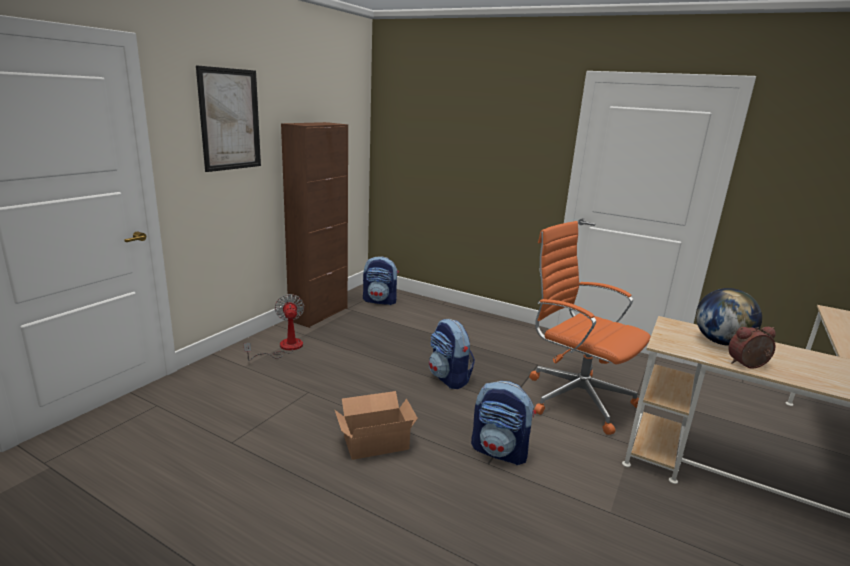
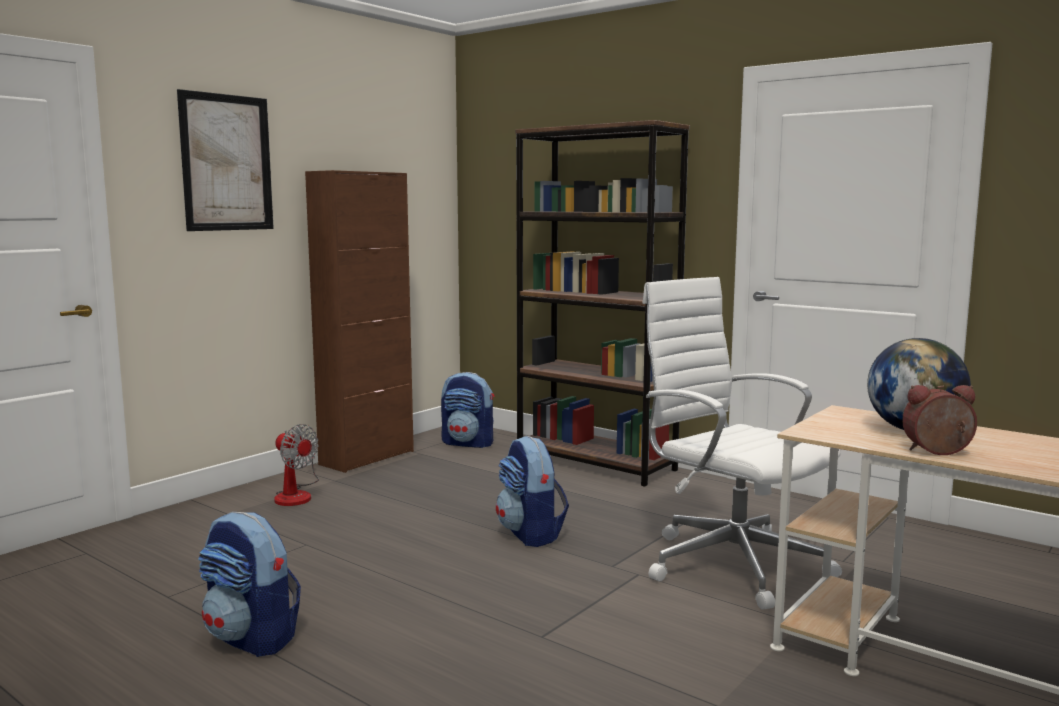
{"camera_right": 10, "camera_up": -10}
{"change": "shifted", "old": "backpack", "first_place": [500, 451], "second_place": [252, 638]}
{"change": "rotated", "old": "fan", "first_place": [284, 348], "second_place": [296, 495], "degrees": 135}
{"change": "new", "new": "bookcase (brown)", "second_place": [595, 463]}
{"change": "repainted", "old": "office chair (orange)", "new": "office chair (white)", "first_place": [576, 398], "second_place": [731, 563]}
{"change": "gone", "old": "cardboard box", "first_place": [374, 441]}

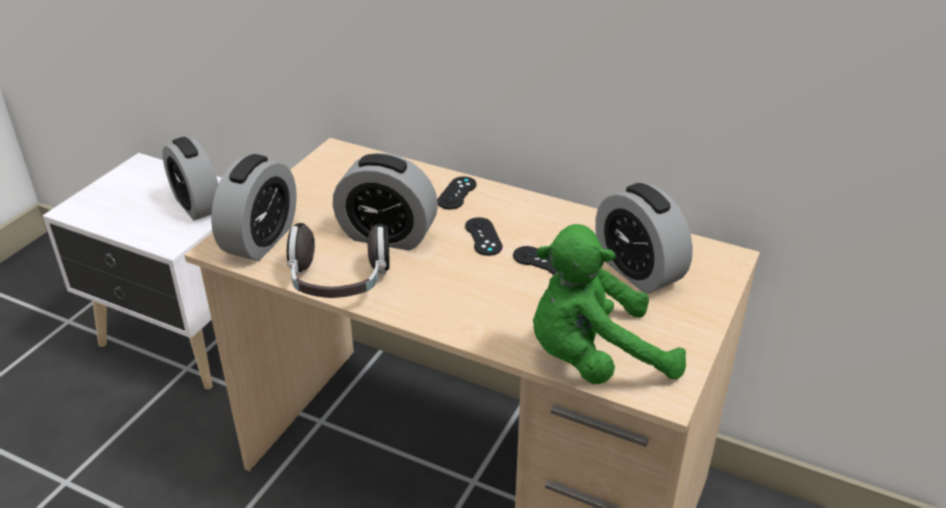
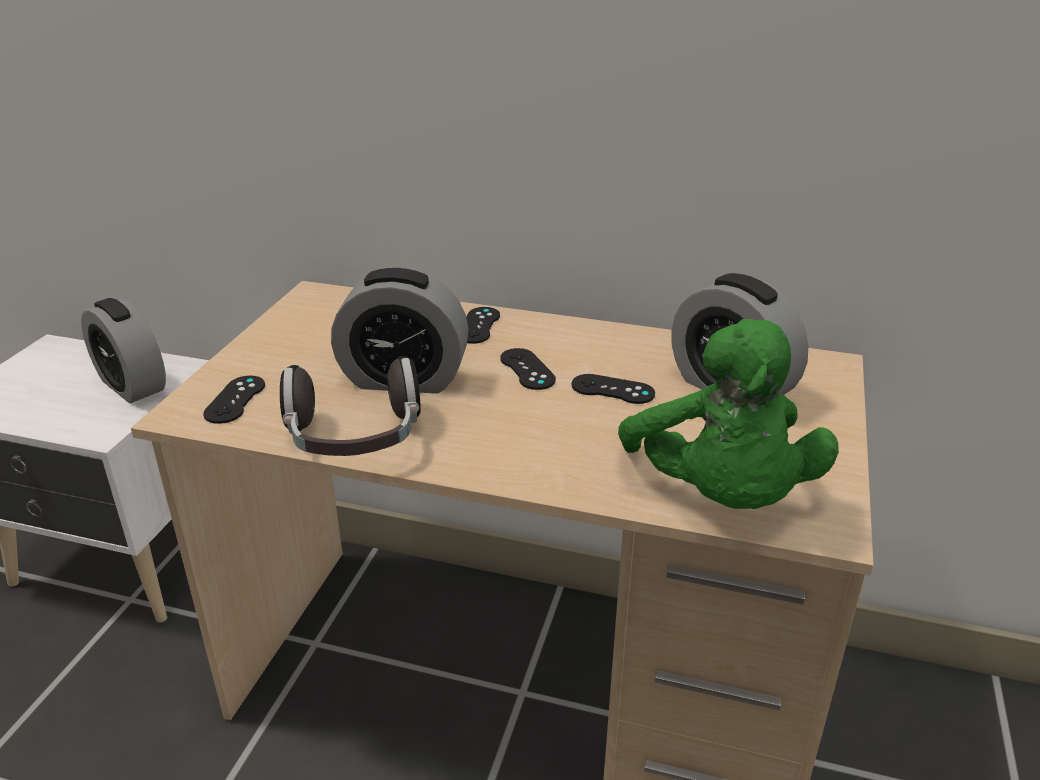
{"camera_right": -10, "camera_up": -5}
{"change": "swapped", "old": "alarm clock", "new": "game controller (black)", "first_place": [260, 240], "second_place": [235, 400]}
{"change": "rotated", "old": "plush toy (green)", "first_place": [593, 359], "second_place": [720, 496], "degrees": -75}

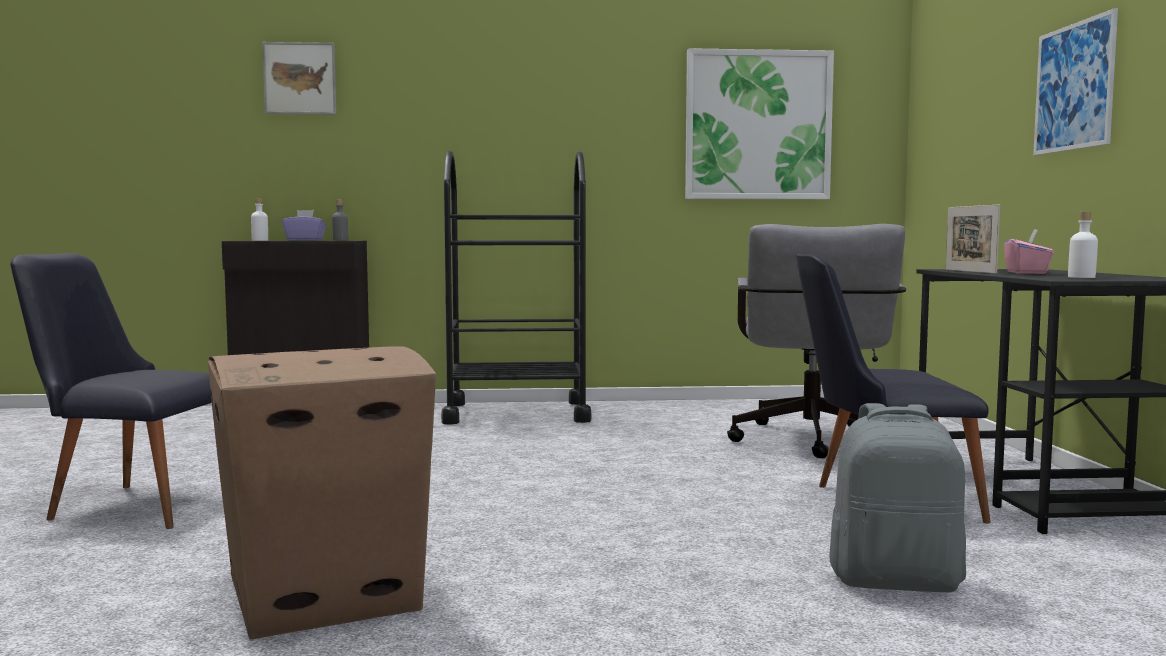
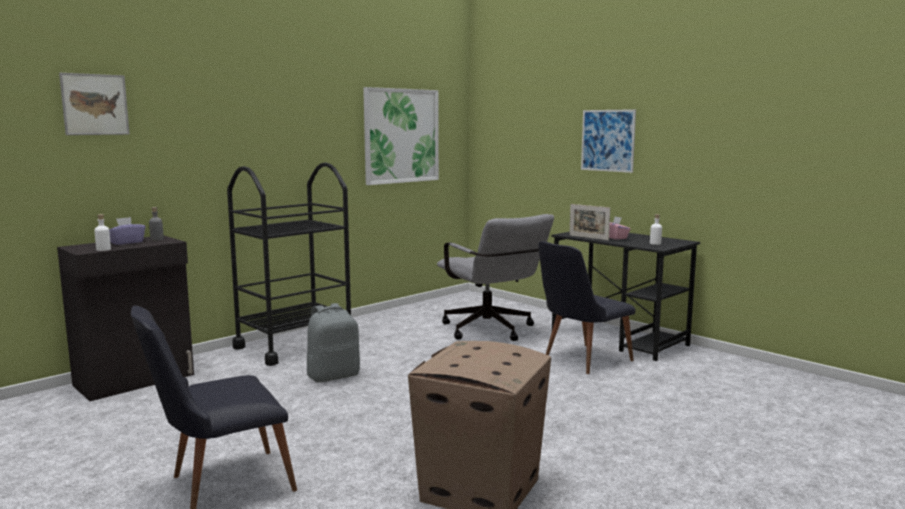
{"camera_right": -40, "camera_up": 5}
{"change": "shifted", "old": "backpack (grey)", "first_place": [896, 581], "second_place": [333, 376]}

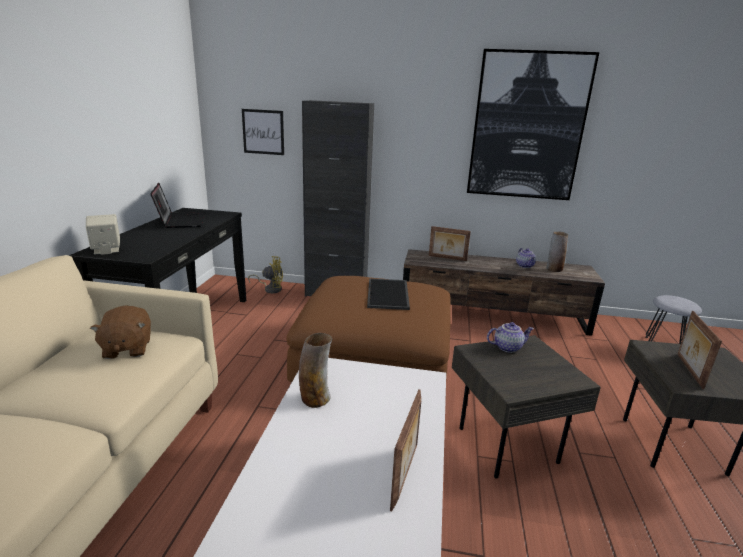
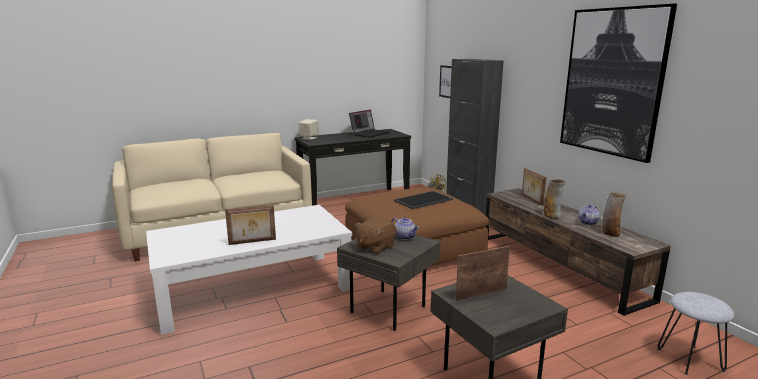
{"camera_right": 55, "camera_up": -5}
{"change": "shifted", "old": "plush toy (brown)", "first_place": [127, 349], "second_place": [375, 247]}
{"change": "shifted", "old": "vase", "first_place": [315, 398], "second_place": [552, 216]}

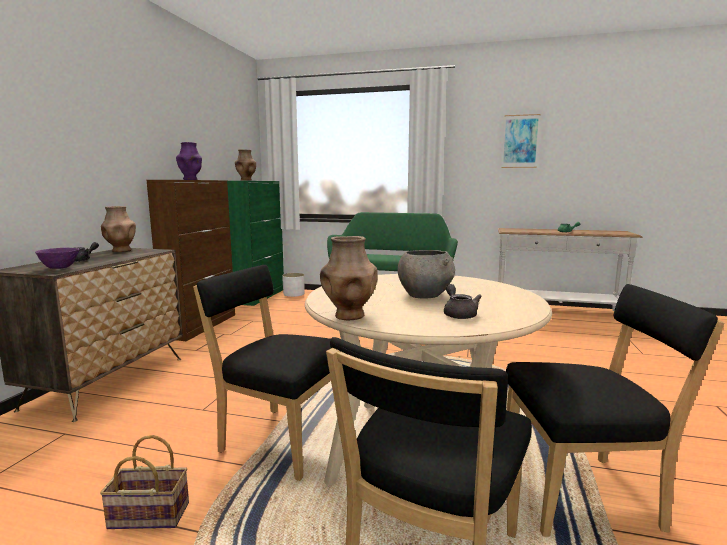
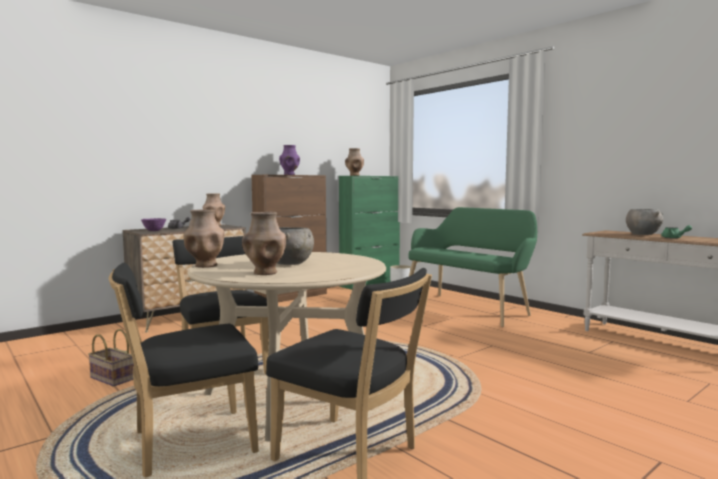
{"camera_right": 35, "camera_up": -5}
{"change": "swapped", "old": "teapot (grey)", "new": "vase (brown)", "first_place": [459, 314], "second_place": [265, 273]}
{"change": "new", "new": "bowl (grey)", "second_place": [643, 234]}
{"change": "gone", "old": "picture", "first_place": [520, 141]}

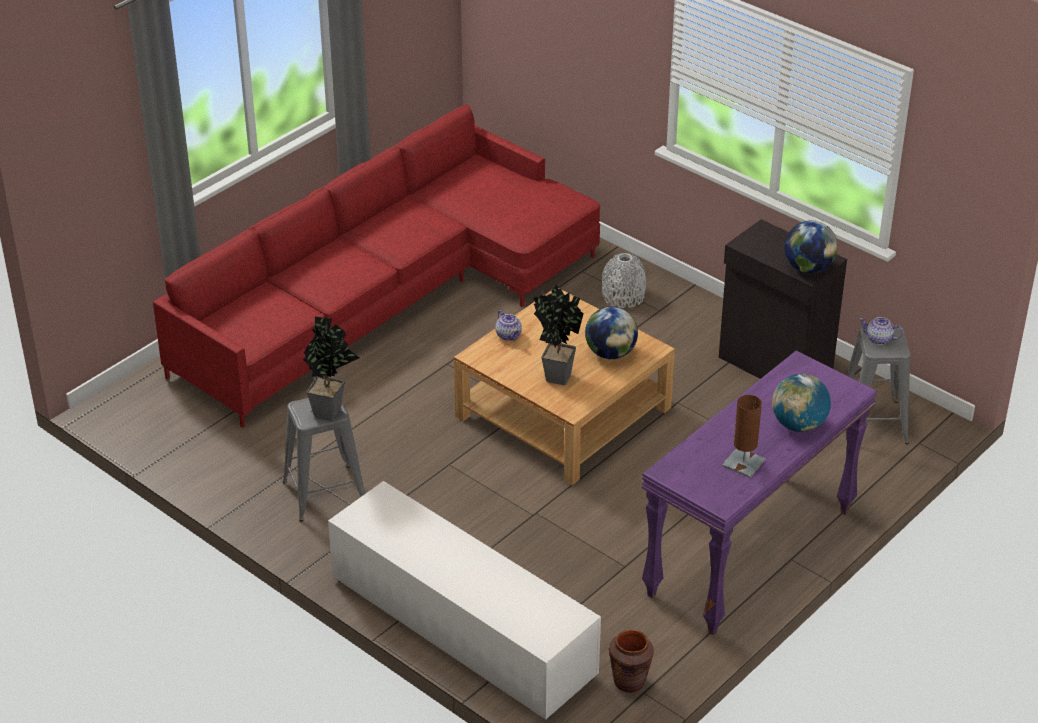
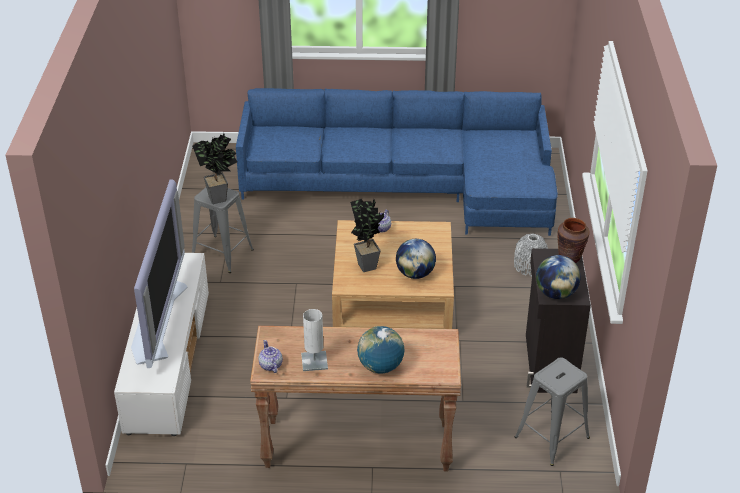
{"camera_right": 50, "camera_up": 0}
{"change": "new", "new": "television", "second_place": [158, 319]}
{"change": "repainted", "old": "sofa (red)", "new": "sofa (blue)", "first_place": [389, 297], "second_place": [409, 185]}
{"change": "repainted", "old": "console table (purple)", "new": "console table (brown)", "first_place": [751, 554], "second_place": [356, 446]}
{"change": "shifted", "old": "teapot", "first_place": [879, 339], "second_place": [270, 365]}
{"change": "repainted", "old": "table lamp (brown)", "new": "table lamp (white)", "first_place": [743, 463], "second_place": [314, 361]}
{"change": "shifted", "old": "vase (brown)", "first_place": [629, 681], "second_place": [569, 257]}

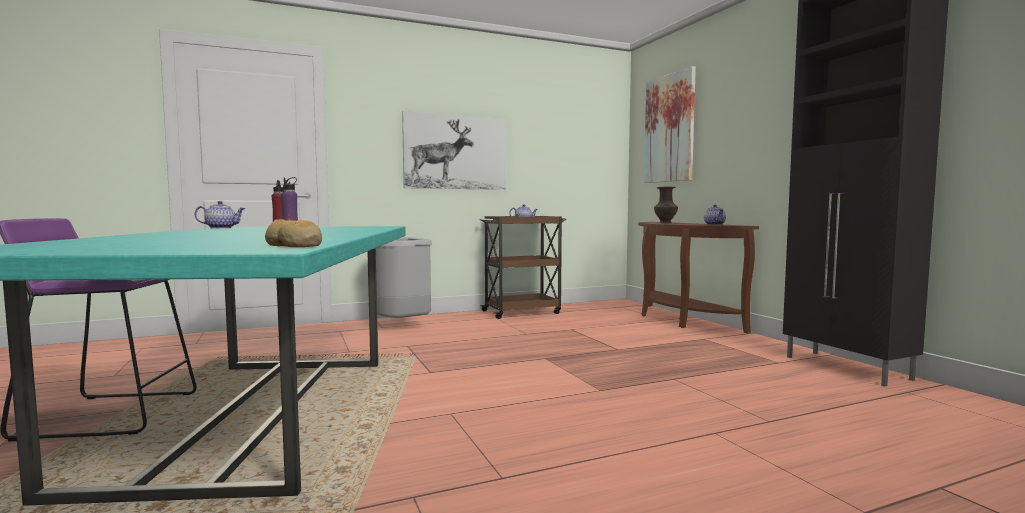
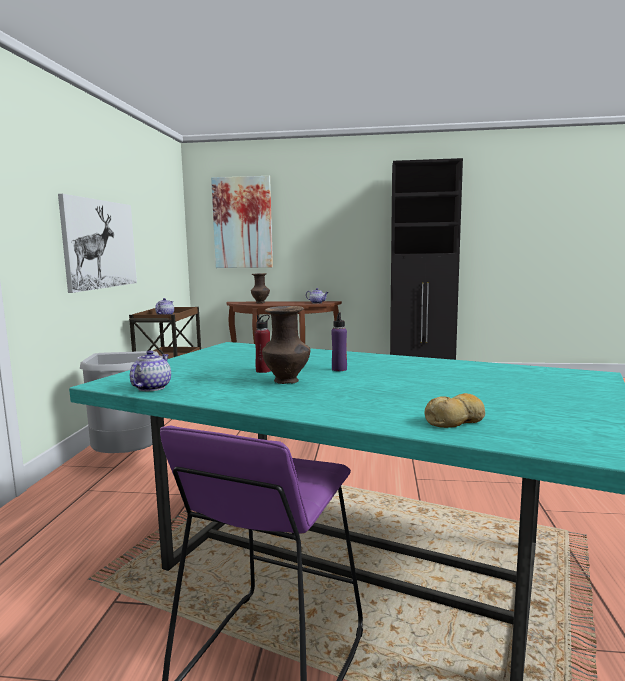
{"camera_right": -60, "camera_up": 5}
{"change": "new", "new": "vase (brown)", "second_place": [287, 381]}
{"change": "shifted", "old": "bread", "first_place": [294, 245], "second_place": [456, 420]}

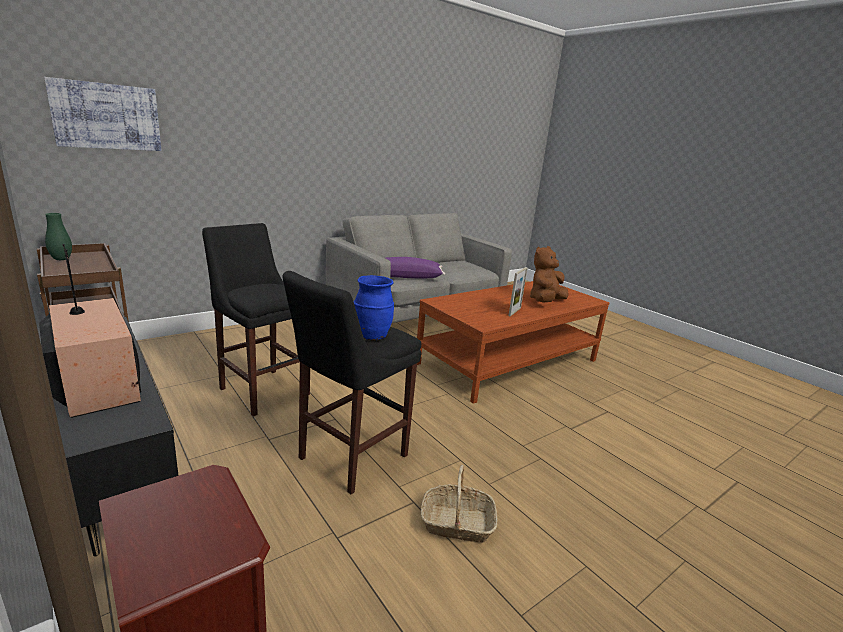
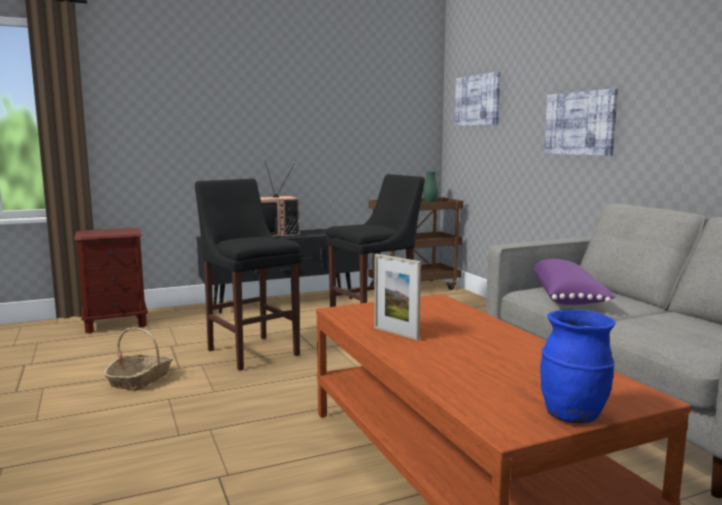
{"camera_right": 105, "camera_up": -10}
{"change": "shifted", "old": "vase (blue)", "first_place": [372, 336], "second_place": [573, 415]}
{"change": "new", "new": "picture", "second_place": [579, 123]}
{"change": "gone", "old": "plush toy (brown)", "first_place": [545, 301]}

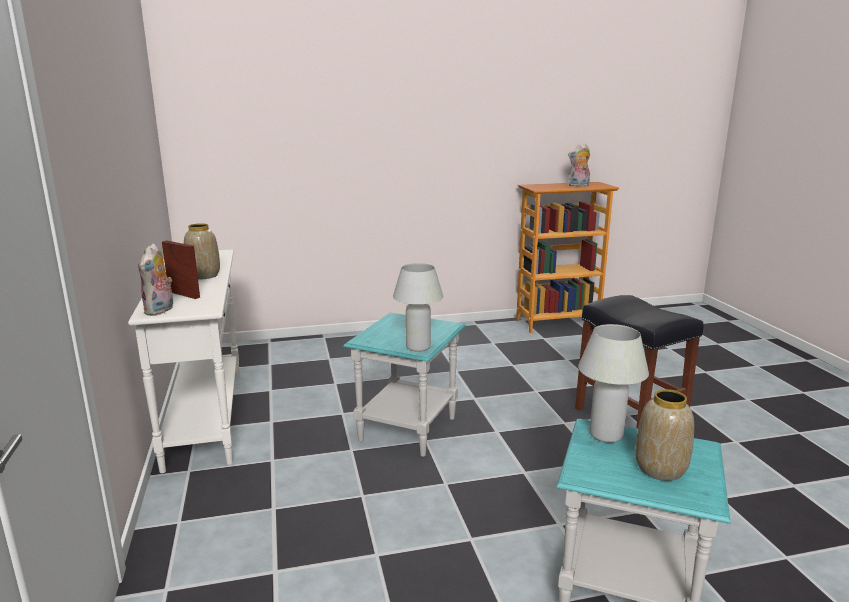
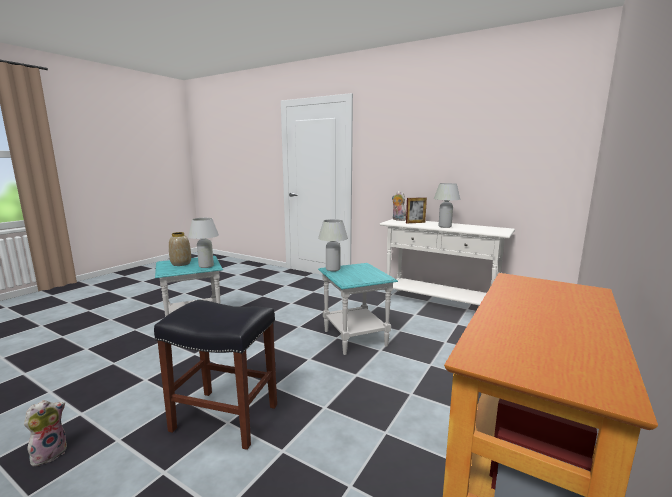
{"camera_right": 135, "camera_up": -5}
{"change": "shifted", "old": "plush toy", "first_place": [578, 186], "second_place": [50, 453]}
{"change": "swapped", "old": "vase", "new": "table lamp (white)", "first_place": [204, 275], "second_place": [444, 226]}

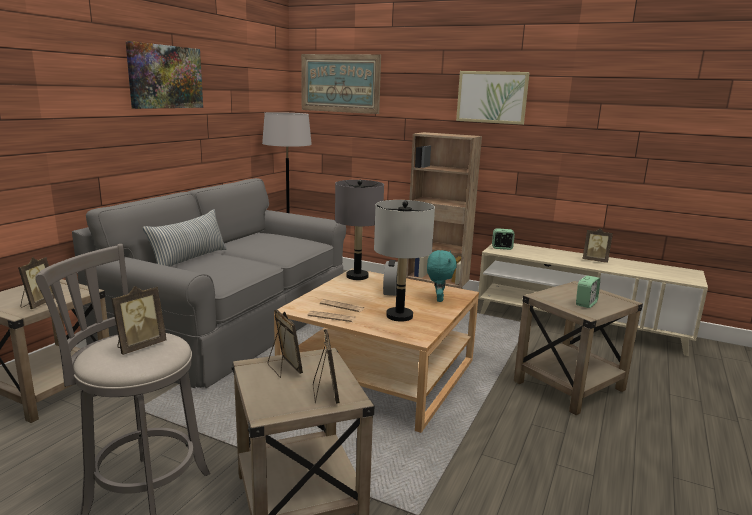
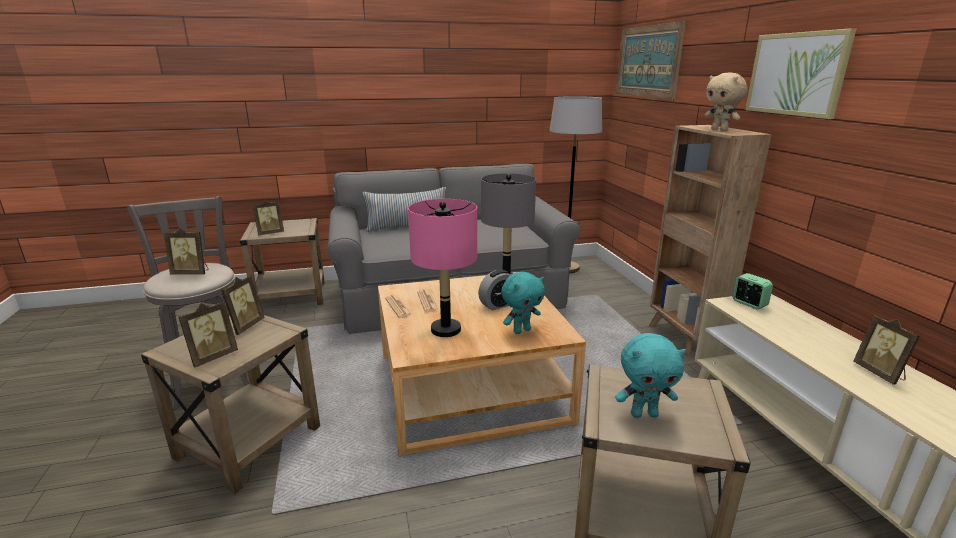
{"camera_right": 50, "camera_up": 5}
{"change": "repainted", "old": "table lamp (grey)", "new": "table lamp (pink)", "first_place": [399, 316], "second_place": [445, 329]}
{"change": "swapped", "old": "alarm clock", "new": "plush toy (turquoise)", "first_place": [586, 304], "second_place": [644, 414]}
{"change": "new", "new": "plush toy (beige)", "second_place": [720, 129]}
{"change": "gone", "old": "picture", "first_place": [165, 77]}

